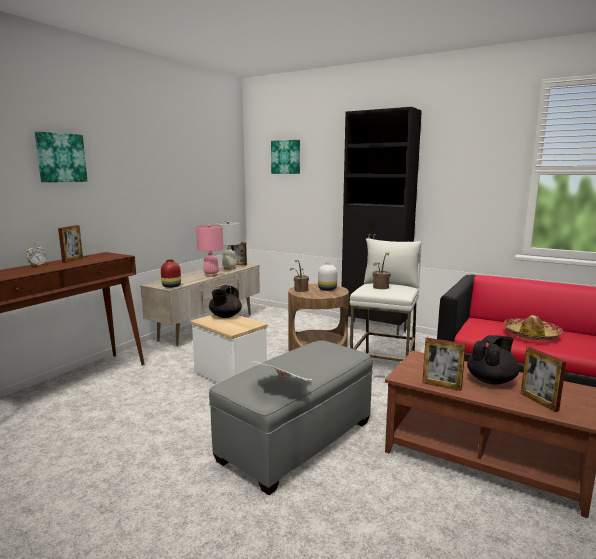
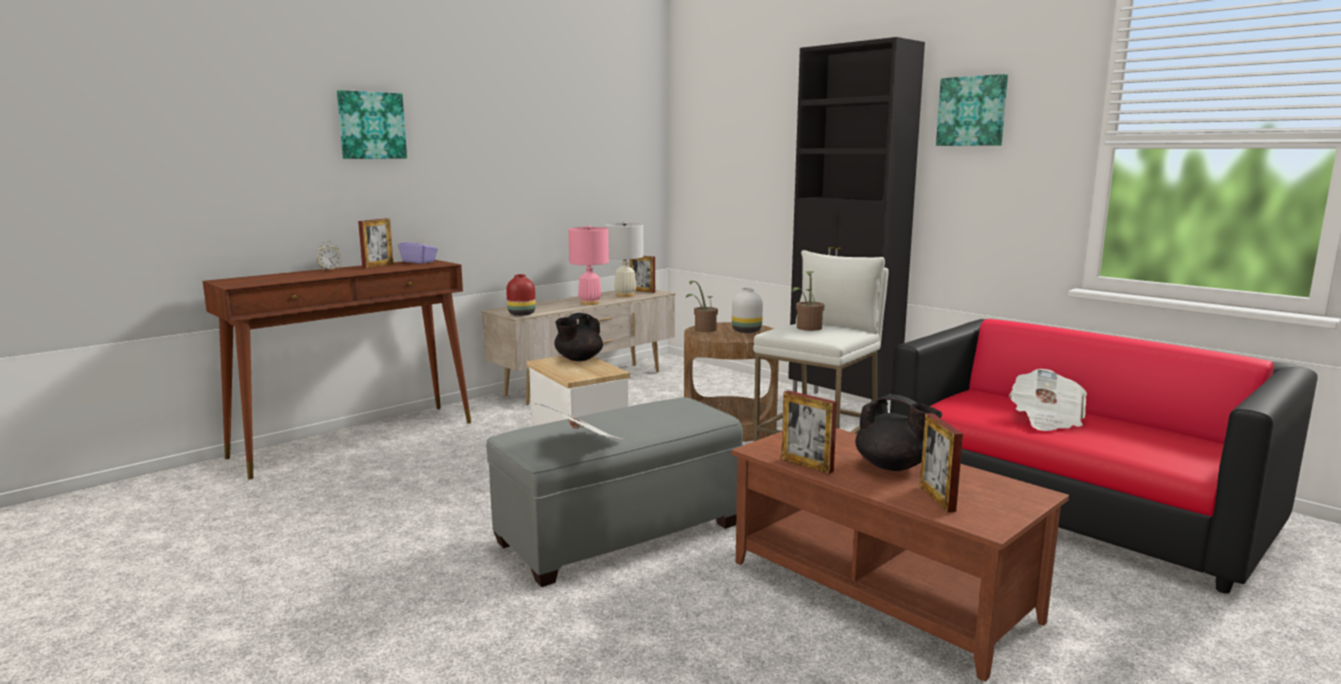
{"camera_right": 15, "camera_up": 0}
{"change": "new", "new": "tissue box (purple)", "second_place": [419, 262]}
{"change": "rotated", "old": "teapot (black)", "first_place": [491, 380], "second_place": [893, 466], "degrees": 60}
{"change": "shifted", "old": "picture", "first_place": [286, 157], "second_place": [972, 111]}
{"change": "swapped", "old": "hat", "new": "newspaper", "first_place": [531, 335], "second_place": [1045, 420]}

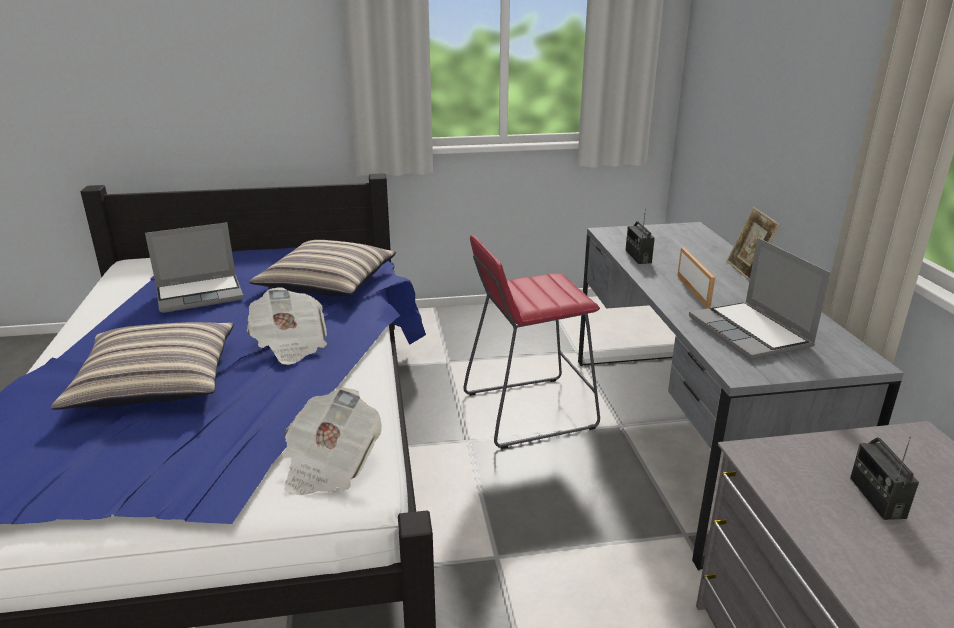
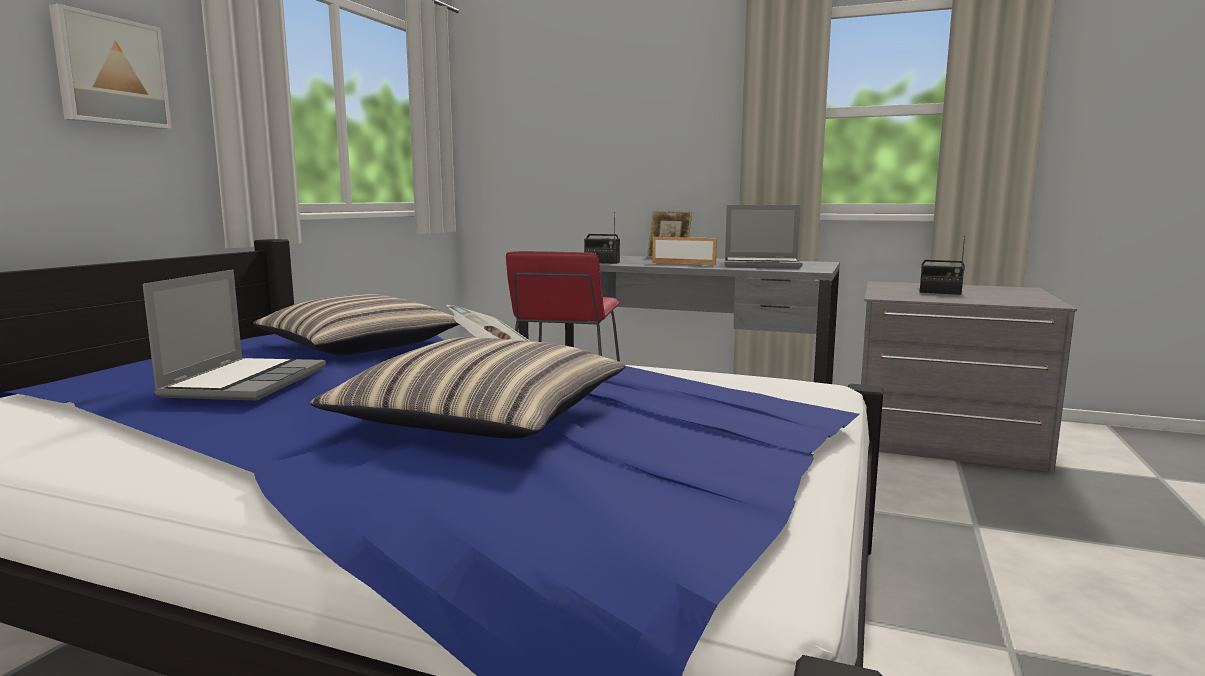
{"camera_right": -60, "camera_up": -15}
{"change": "new", "new": "picture", "second_place": [110, 71]}
{"change": "gone", "old": "newspaper", "first_place": [329, 465]}

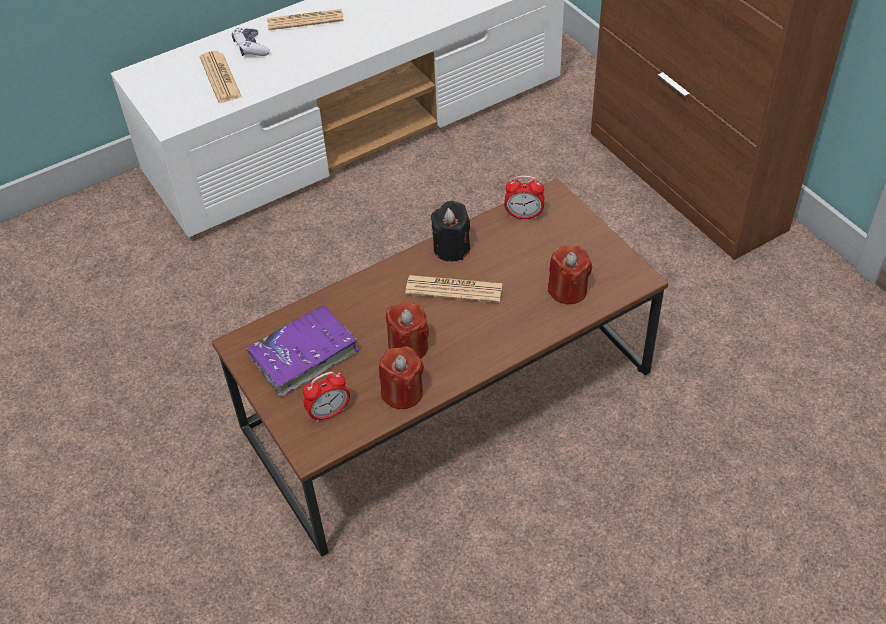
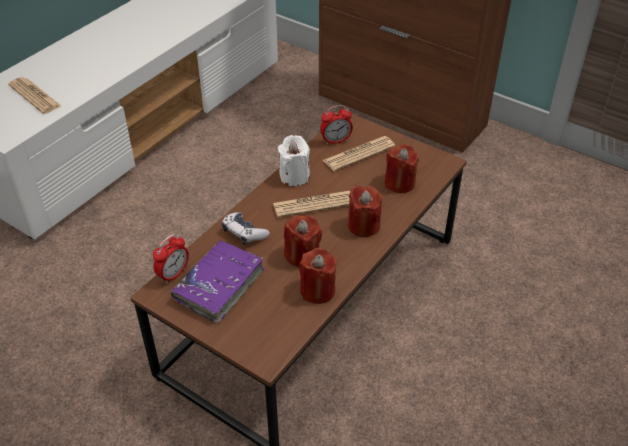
{"camera_right": -25, "camera_up": -5}
{"change": "shifted", "old": "alarm clock", "first_place": [329, 413], "second_place": [173, 274]}
{"change": "shifted", "old": "game controller", "first_place": [251, 48], "second_place": [244, 233]}
{"change": "repainted", "old": "candle (black)", "new": "candle (white)", "first_place": [451, 248], "second_place": [294, 176]}
{"change": "shifted", "old": "newspaper", "first_place": [305, 20], "second_place": [359, 154]}
{"change": "new", "new": "candle (red)", "second_place": [363, 225]}

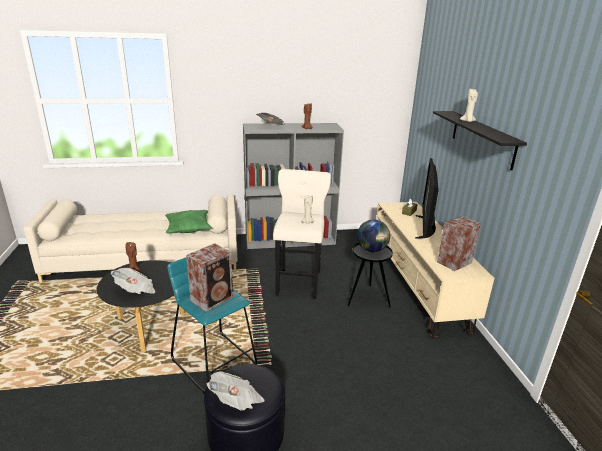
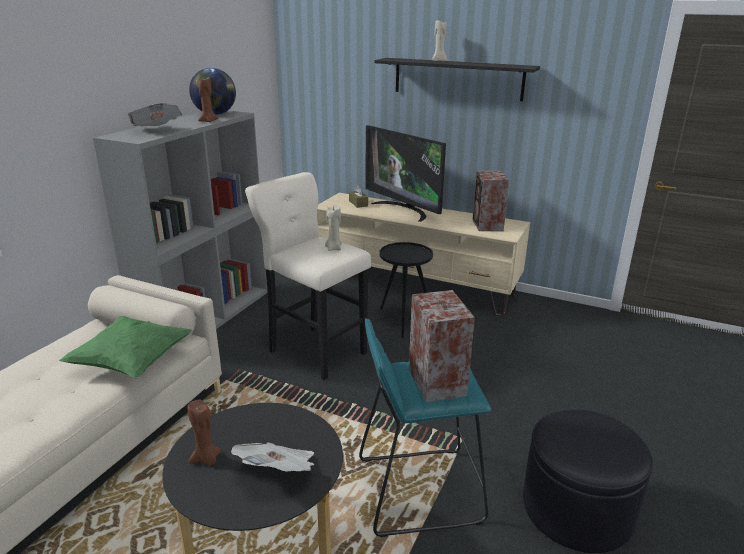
{"camera_right": -55, "camera_up": 0}
{"change": "shifted", "old": "globe", "first_place": [372, 250], "second_place": [215, 114]}
{"change": "gone", "old": "newspaper", "first_place": [236, 401]}

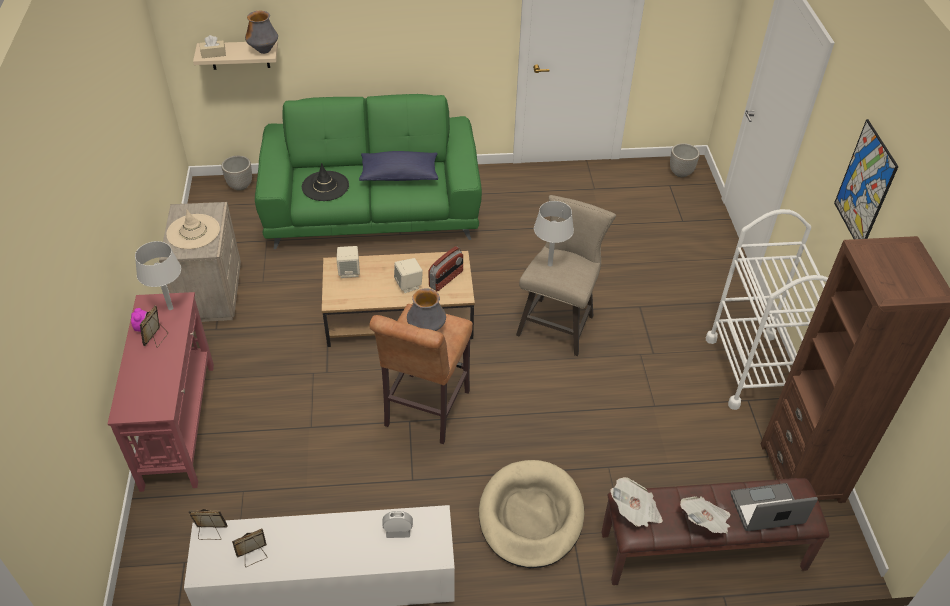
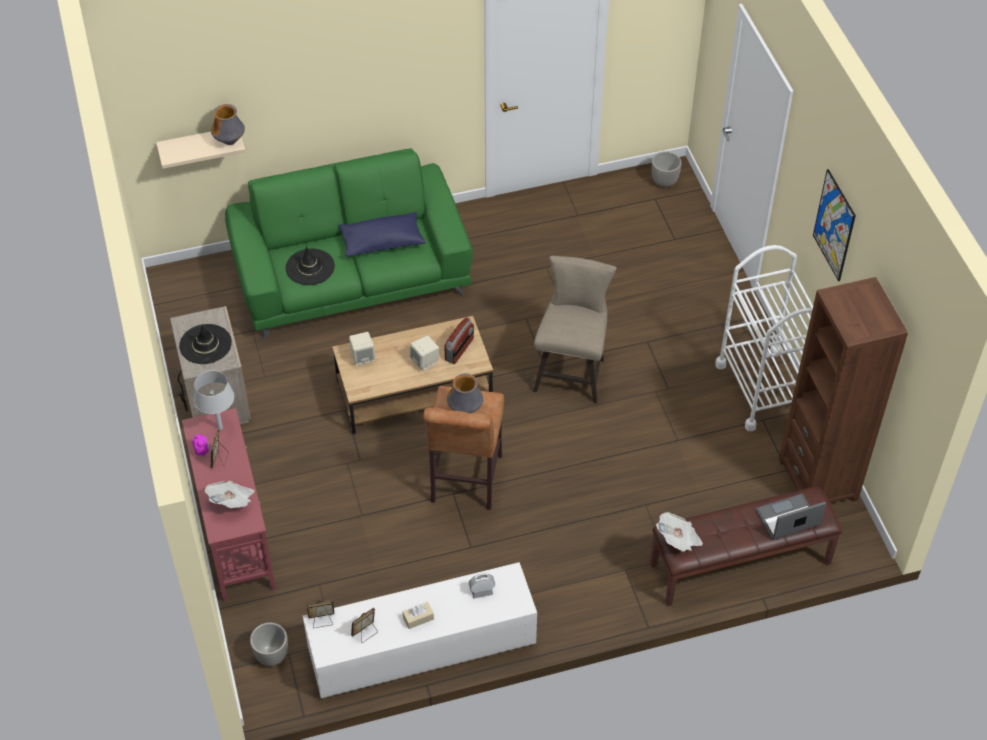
{"camera_right": -10, "camera_up": 5}
{"change": "repainted", "old": "hat (beige)", "new": "hat (black)", "first_place": [193, 232], "second_place": [205, 344]}
{"change": "shifted", "old": "newspaper", "first_place": [704, 521], "second_place": [232, 501]}
{"change": "shifted", "old": "planter", "first_place": [240, 185], "second_place": [272, 655]}
{"change": "shifted", "old": "tissue box (beige)", "first_place": [213, 53], "second_place": [418, 618]}
{"change": "gone", "old": "dog bed (beige)", "first_place": [530, 516]}
{"change": "gone", "old": "table lamp (grey)", "first_place": [549, 264]}

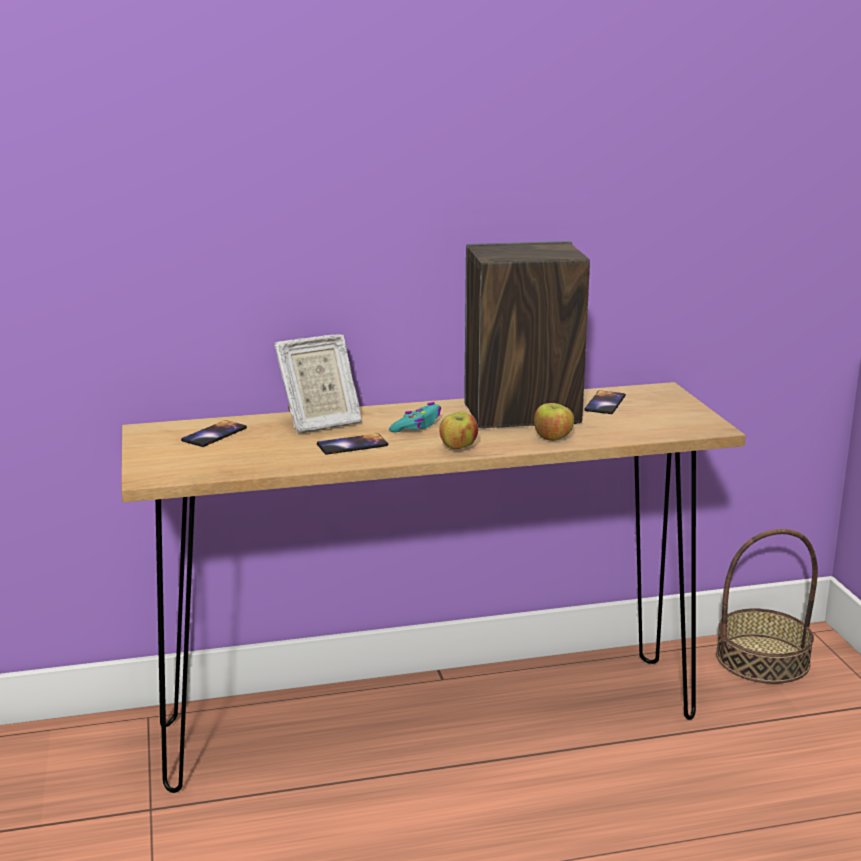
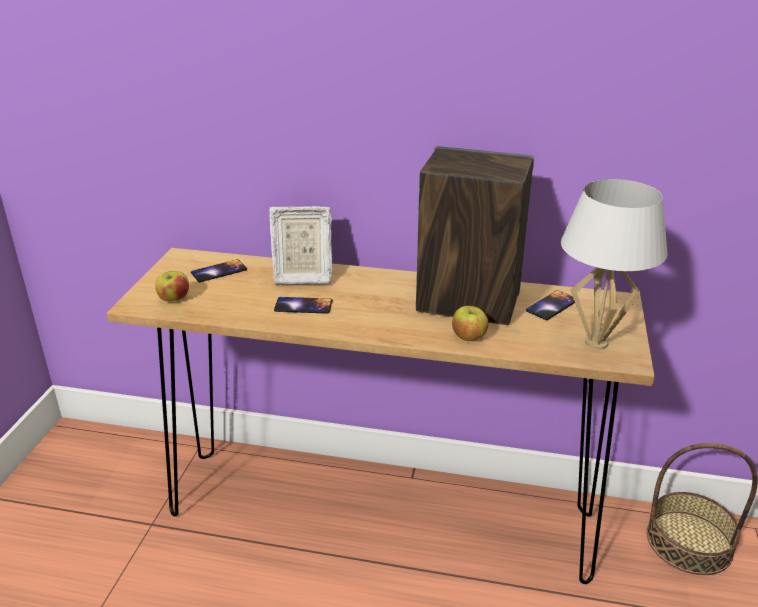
{"camera_right": 25, "camera_up": 10}
{"change": "shifted", "old": "apple", "first_place": [458, 448], "second_place": [174, 299]}
{"change": "new", "new": "table lamp (white)", "second_place": [597, 343]}
{"change": "gone", "old": "game controller (turquoise)", "first_place": [417, 426]}

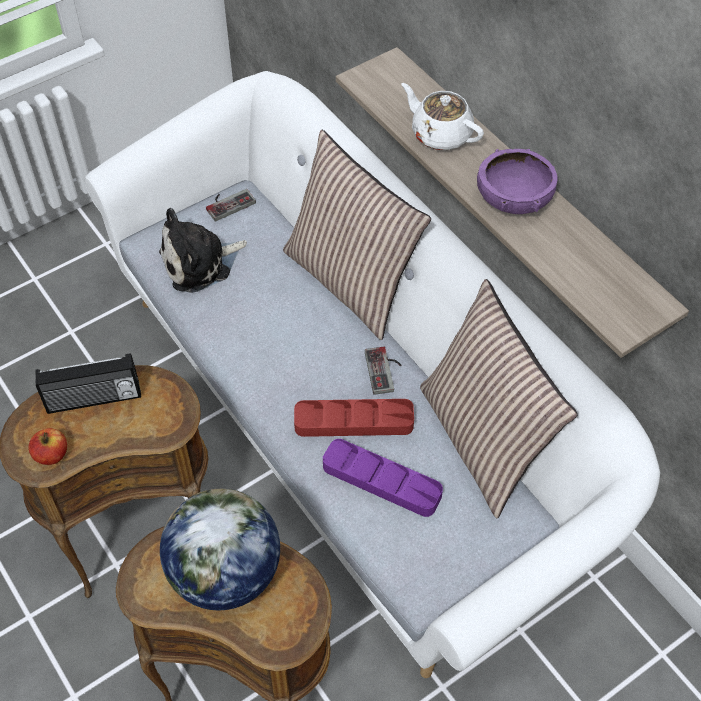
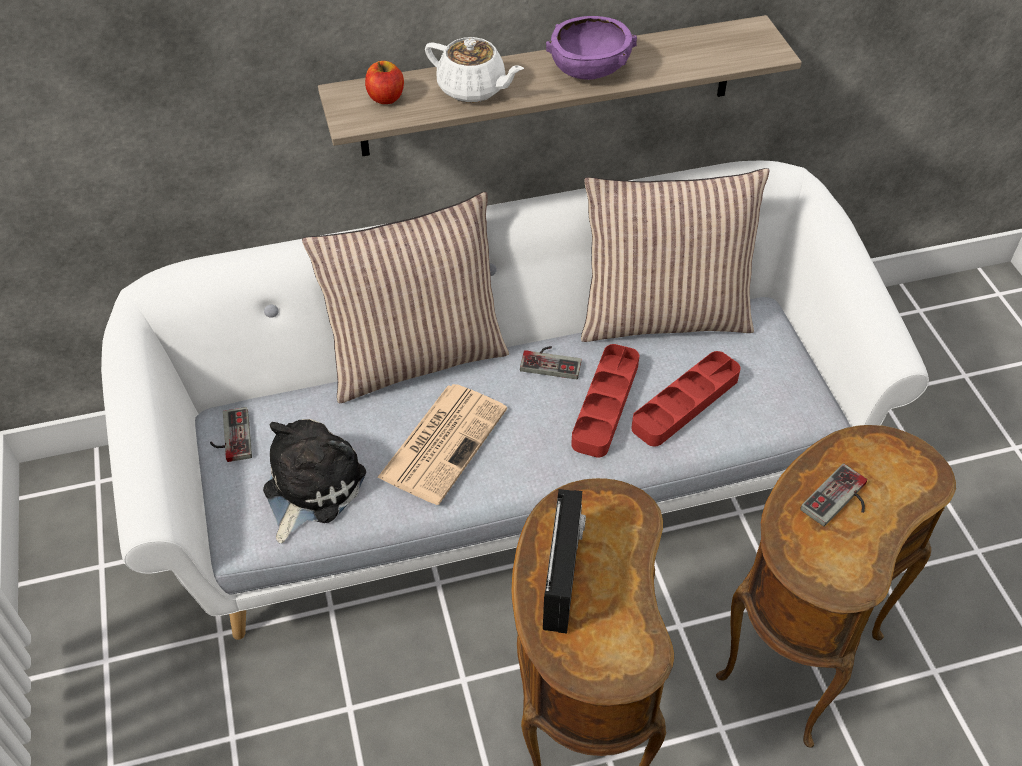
{"camera_right": -70, "camera_up": -5}
{"change": "rotated", "old": "plush toy", "first_place": [200, 262], "second_place": [310, 488], "degrees": -150}
{"change": "shifted", "old": "apple", "first_place": [51, 455], "second_place": [386, 98]}
{"change": "new", "new": "newspaper", "second_place": [443, 441]}
{"change": "rotated", "old": "teapot (white)", "first_place": [440, 134], "second_place": [473, 89], "degrees": -120}
{"change": "repainted", "old": "tray (purple)", "new": "tray (red)", "first_place": [381, 481], "second_place": [685, 403]}
{"change": "swapped", "old": "globe", "new": "game controller", "first_place": [225, 574], "second_place": [840, 501]}

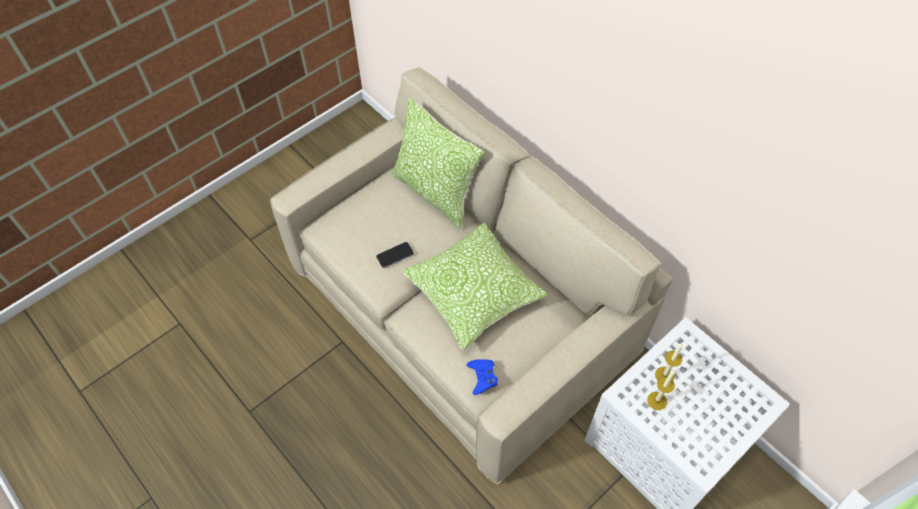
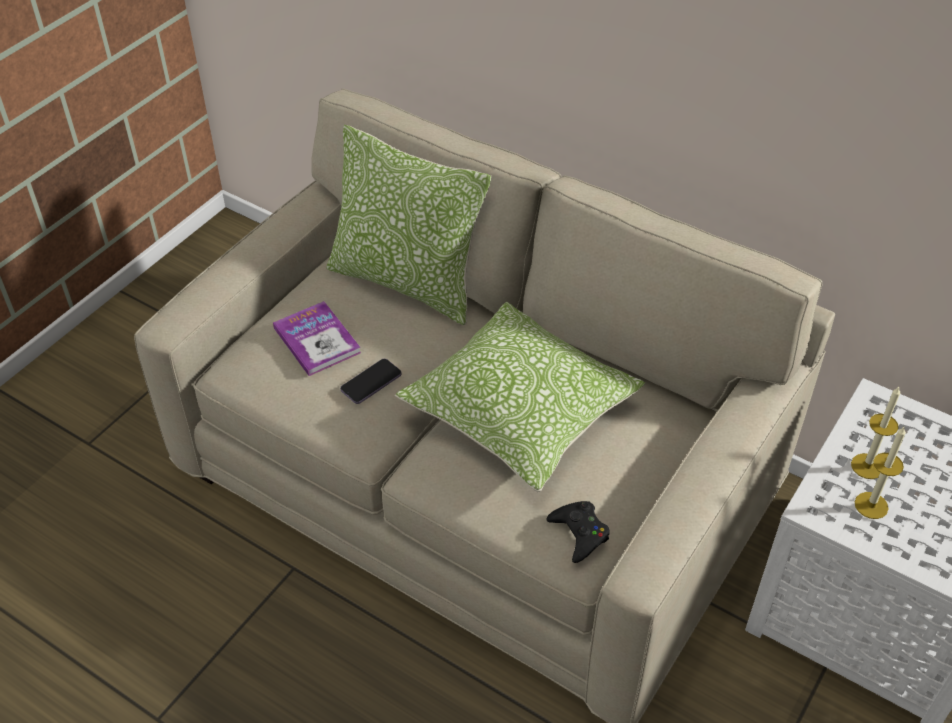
{"camera_right": -15, "camera_up": -10}
{"change": "new", "new": "book", "second_place": [317, 340]}
{"change": "repainted", "old": "game controller (blue)", "new": "game controller (black)", "first_place": [482, 377], "second_place": [579, 533]}

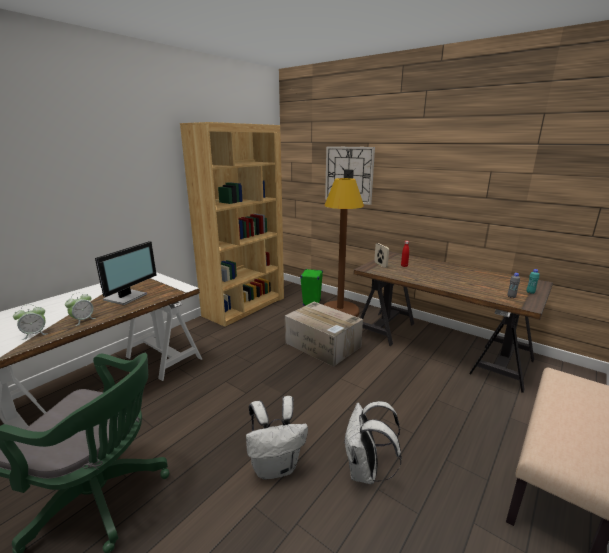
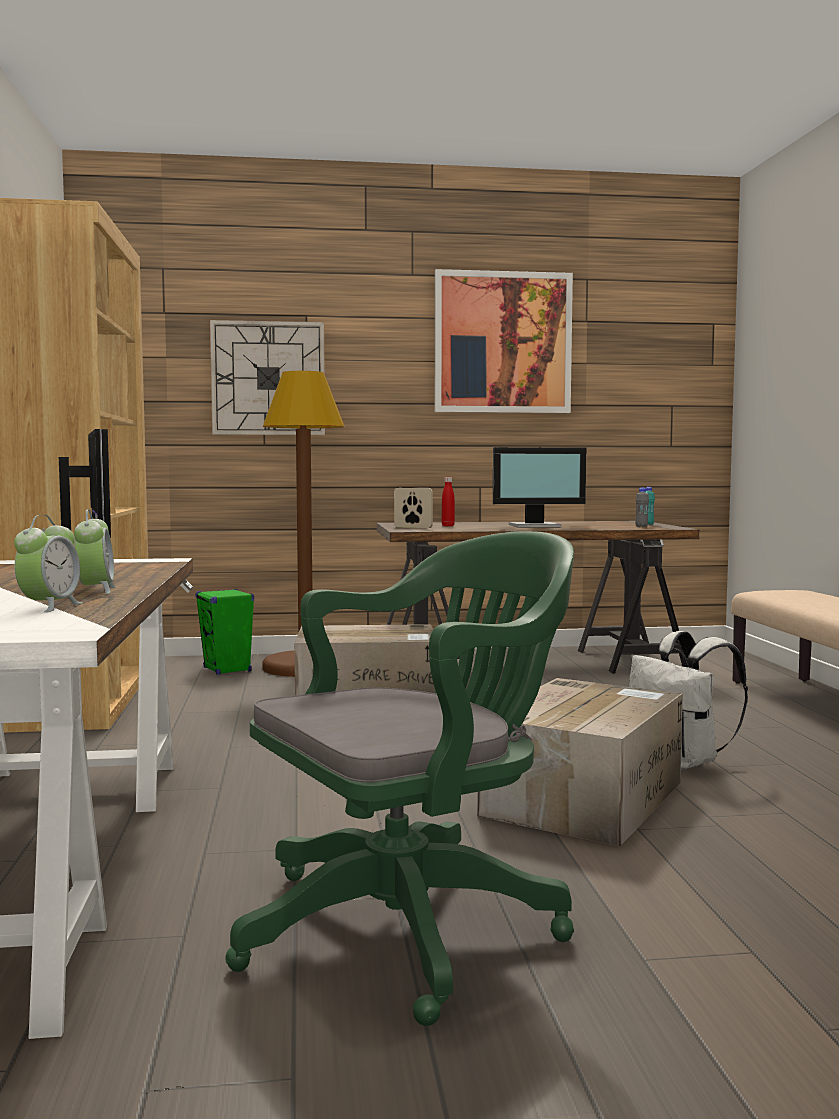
{"camera_right": -45, "camera_up": -15}
{"change": "new", "new": "picture", "second_place": [502, 343]}
{"change": "swapped", "old": "backpack (white)", "new": "cardboard box", "first_place": [276, 466], "second_place": [584, 797]}
{"change": "new", "new": "monitor", "second_place": [535, 526]}

